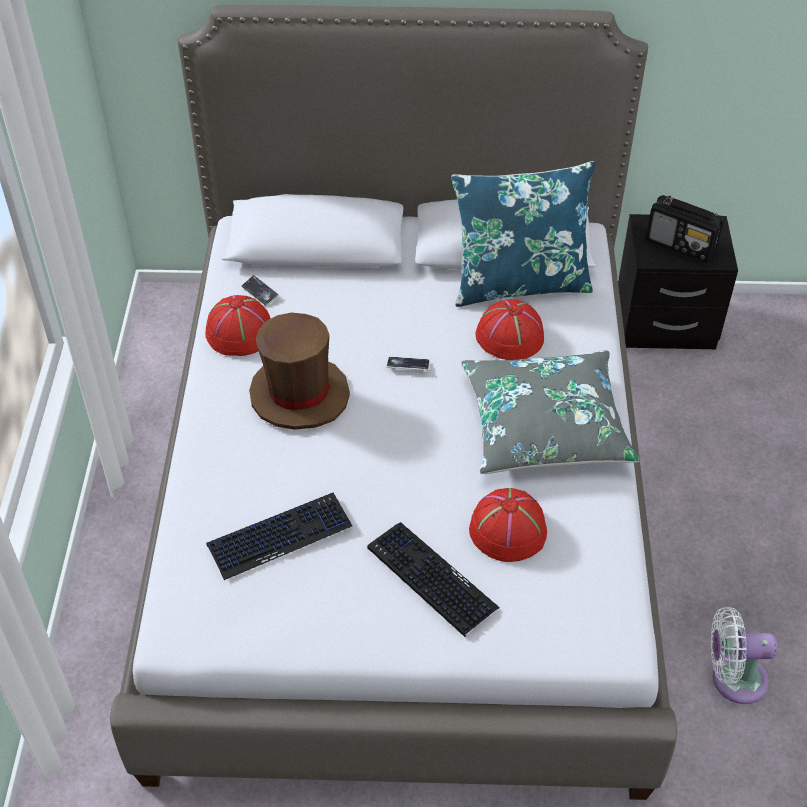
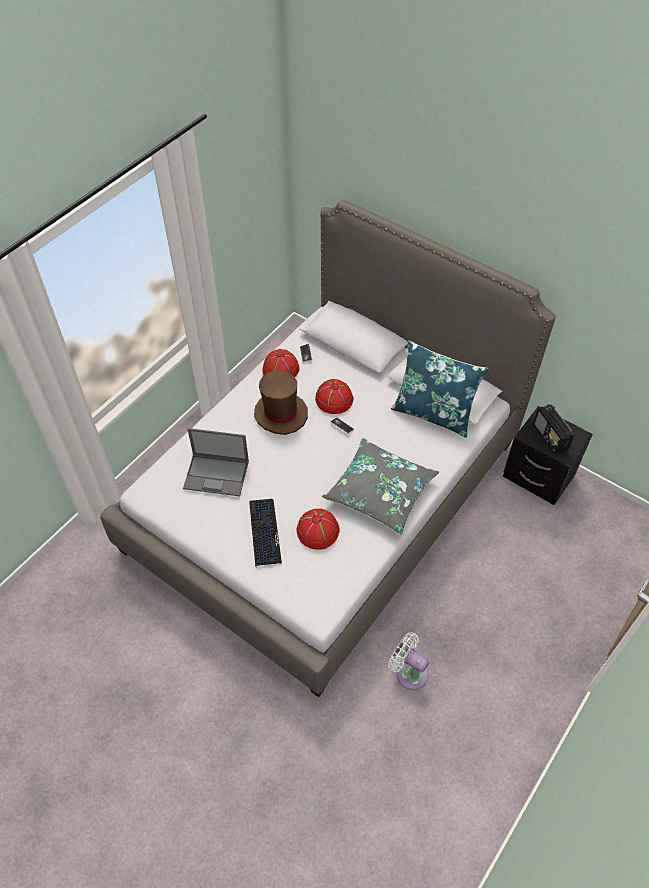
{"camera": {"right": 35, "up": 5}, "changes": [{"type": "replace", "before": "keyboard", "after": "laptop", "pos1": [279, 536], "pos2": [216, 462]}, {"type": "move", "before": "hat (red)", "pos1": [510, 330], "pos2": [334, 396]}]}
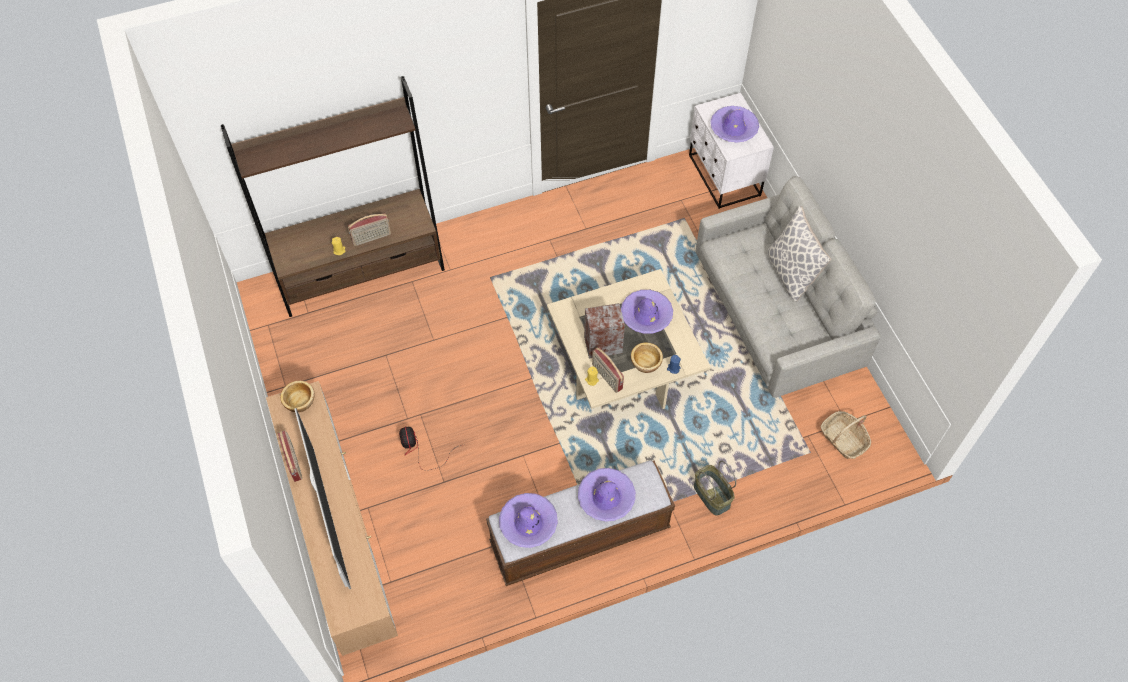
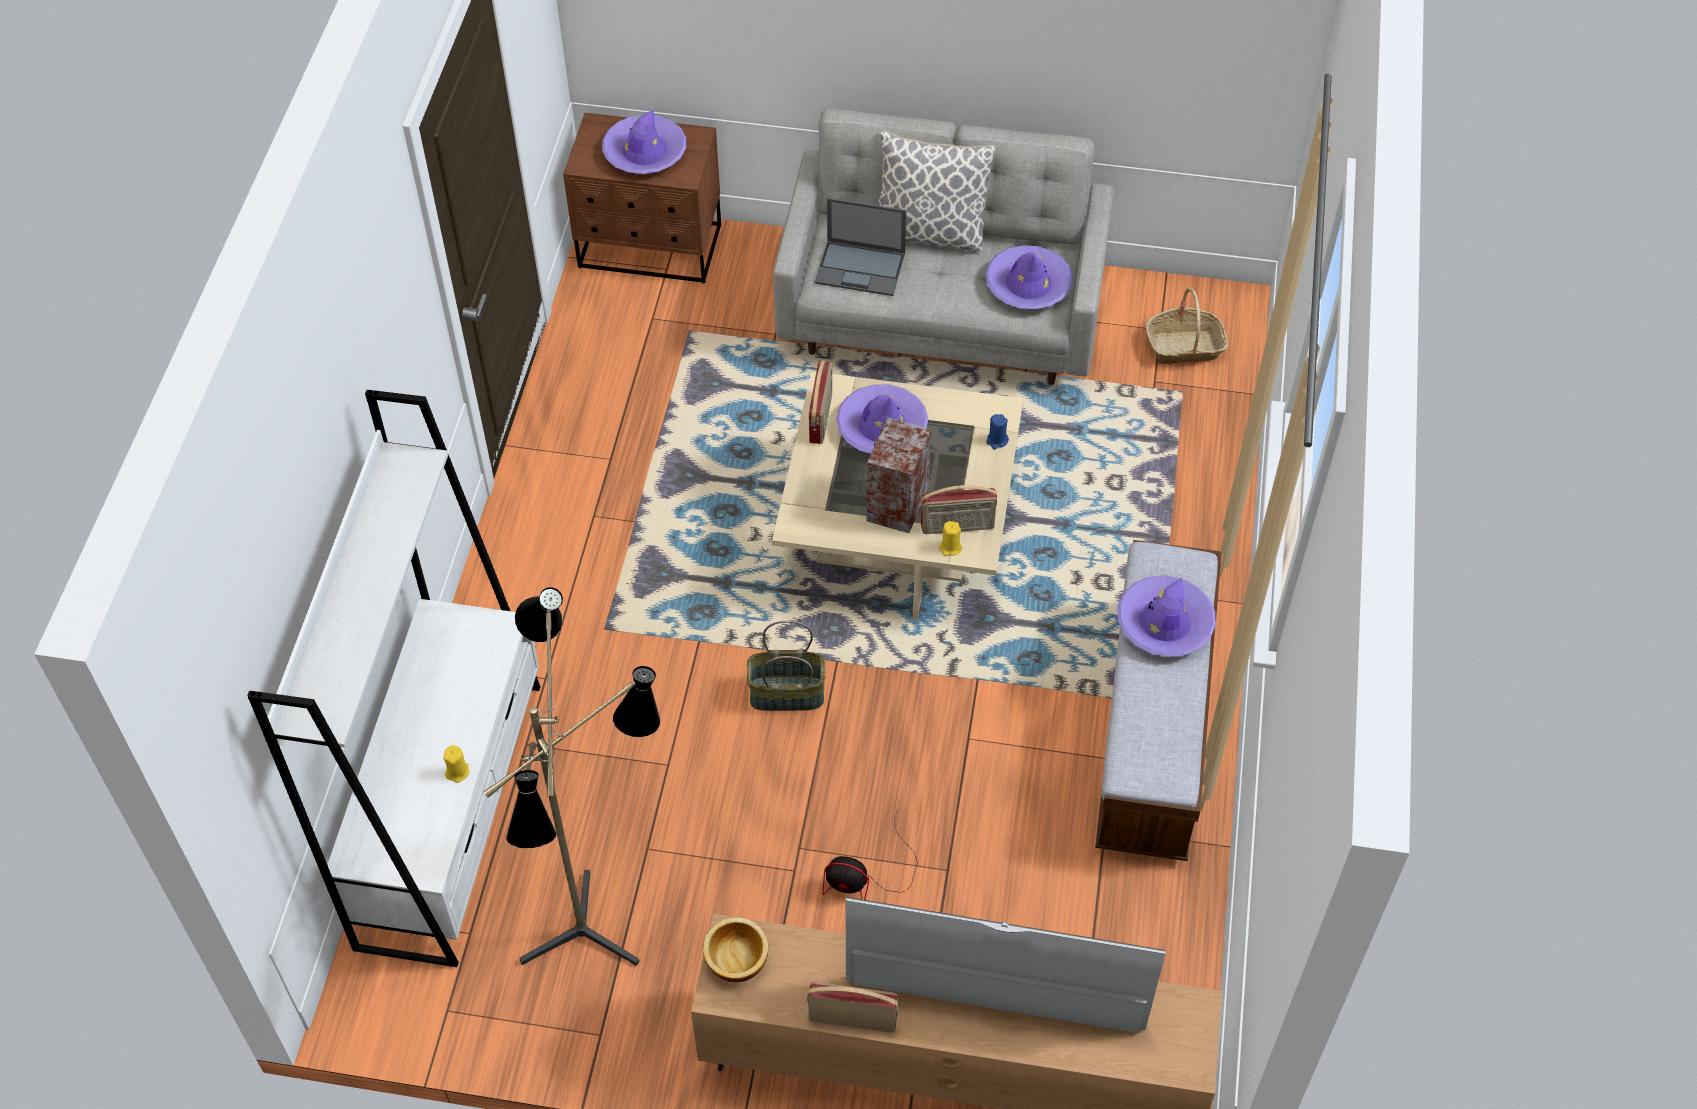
{"camera": {"right": -60, "up": -5}, "changes": [{"type": "recolor", "before": "bookcase (brown)", "after": "bookcase (white)", "pos1": [333, 196], "pos2": [394, 678]}, {"type": "insert", "after": "floor lamp", "pos2": [572, 776]}, {"type": "recolor", "before": "nightstand (white)", "after": "nightstand (brown)", "pos1": [731, 151], "pos2": [642, 198]}, {"type": "move", "before": "basket", "pos1": [715, 488], "pos2": [786, 665]}, {"type": "move", "before": "radio", "pos1": [369, 229], "pos2": [820, 402]}, {"type": "insert", "after": "laptop", "pos2": [860, 247]}, {"type": "move", "before": "hat (purple)", "pos1": [528, 520], "pos2": [1029, 277]}, {"type": "delete", "before": "bowl", "pos1": [647, 357]}]}
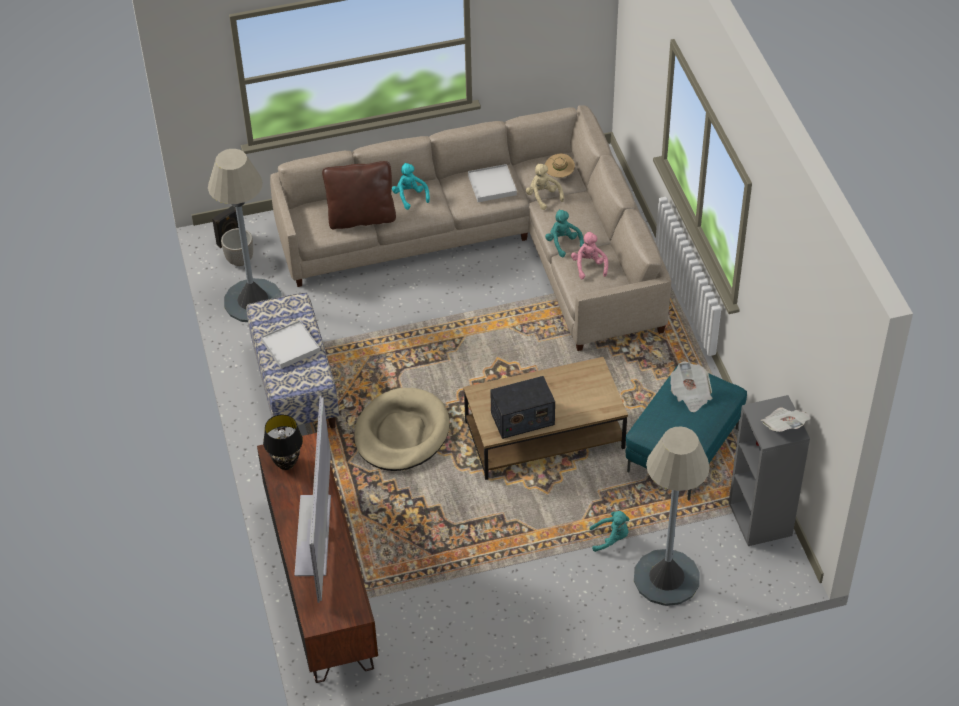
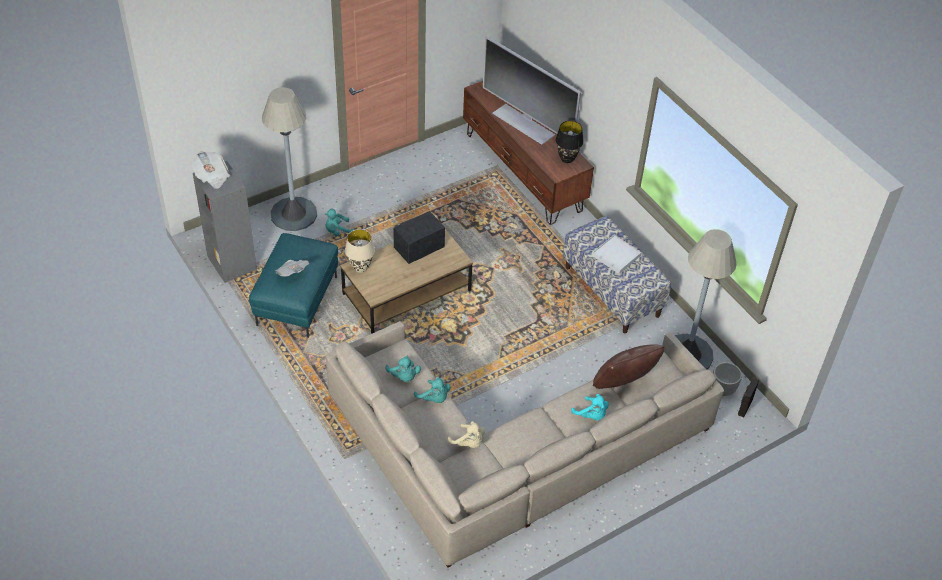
{"camera": {"right": 160, "up": 0}, "changes": [{"type": "insert", "after": "table lamp (beige)", "pos2": [360, 251]}, {"type": "recolor", "before": "plush toy (pink)", "after": "plush toy (turquoise)", "pos1": [589, 255], "pos2": [403, 369]}, {"type": "rotate", "before": "television", "pos1": [312, 499], "pos2": [532, 90], "turn": 150}, {"type": "delete", "before": "dog bed (beige)", "pos1": [401, 429]}, {"type": "delete", "before": "tray (white)", "pos1": [492, 183]}, {"type": "delete", "before": "hat (beige)", "pos1": [560, 166]}]}
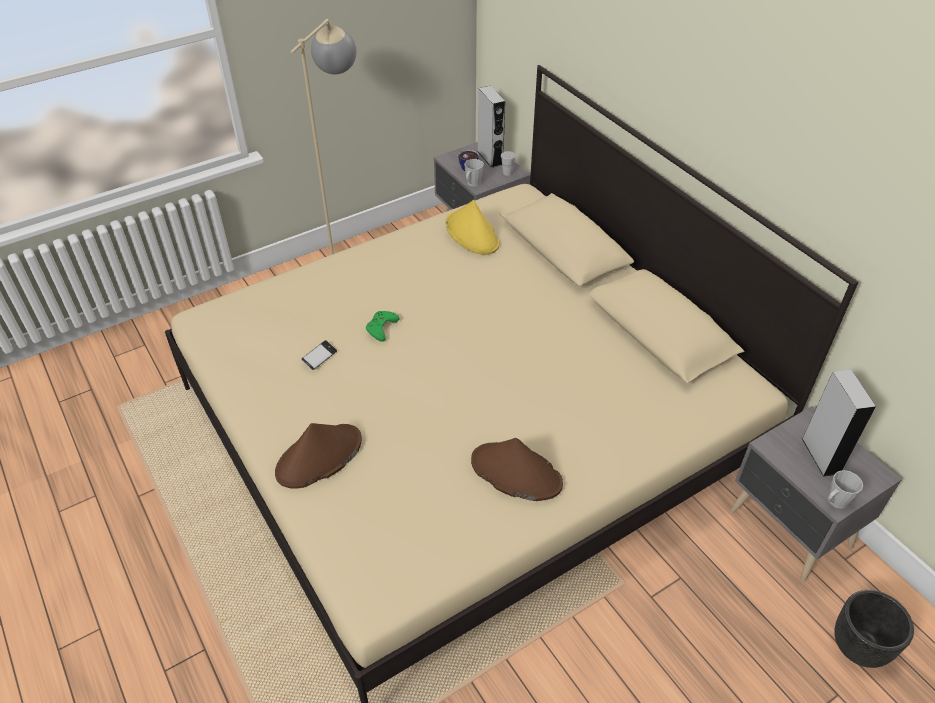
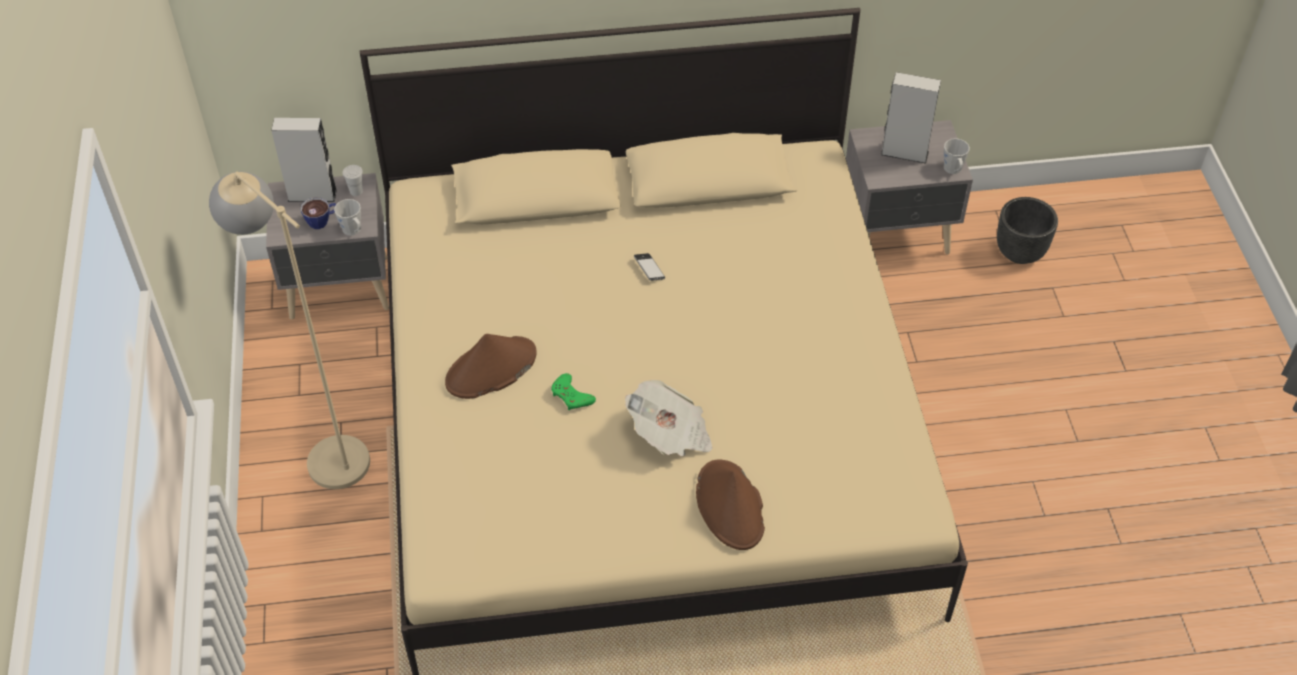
{"camera": {"right": -65, "up": 5}, "changes": [{"type": "move", "before": "hat (brown)", "pos1": [517, 469], "pos2": [491, 366]}, {"type": "insert", "after": "newspaper", "pos2": [669, 418]}, {"type": "move", "before": "phone", "pos1": [319, 355], "pos2": [649, 267]}, {"type": "delete", "before": "hat (yellow)", "pos1": [472, 227]}]}
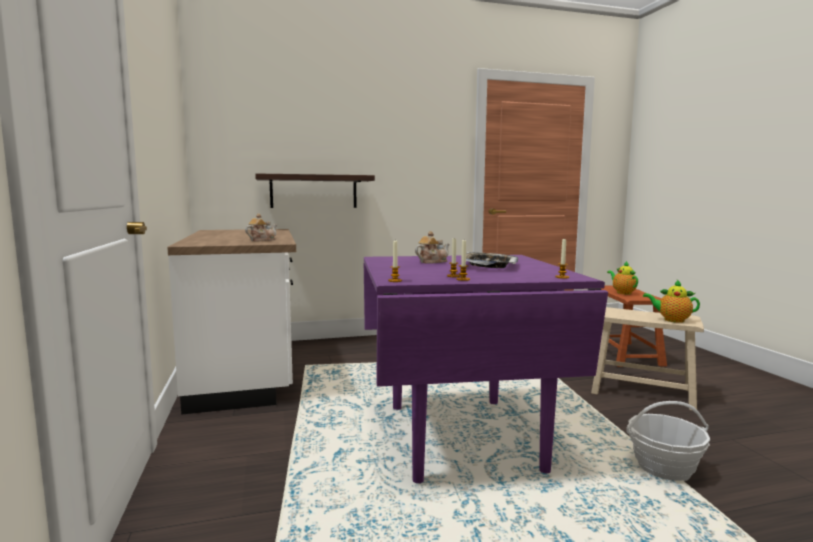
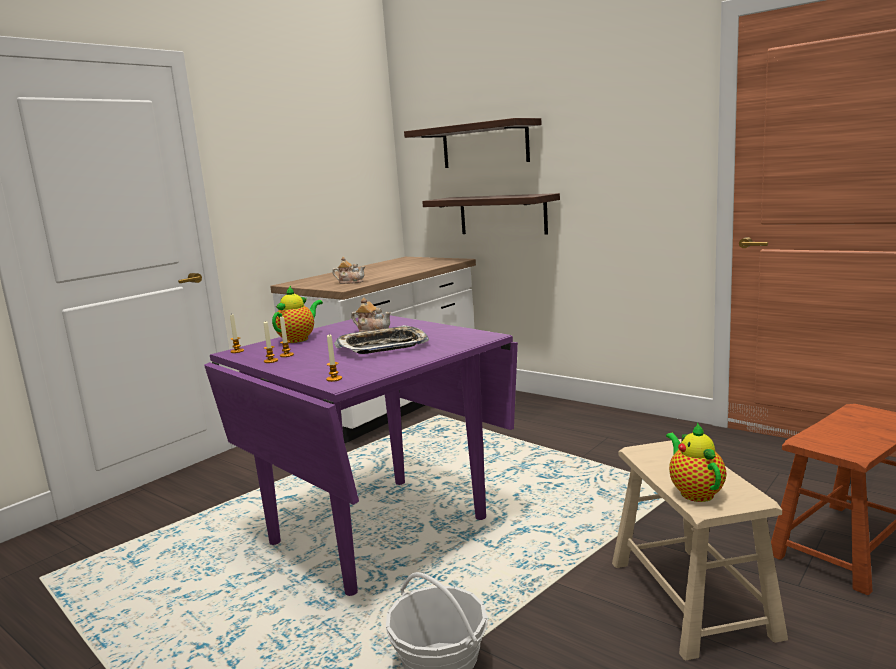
{"camera": {"right": 55, "up": 5}, "changes": [{"type": "move", "before": "teapot", "pos1": [622, 277], "pos2": [297, 314]}, {"type": "insert", "after": "shelf", "pos2": [473, 143]}]}
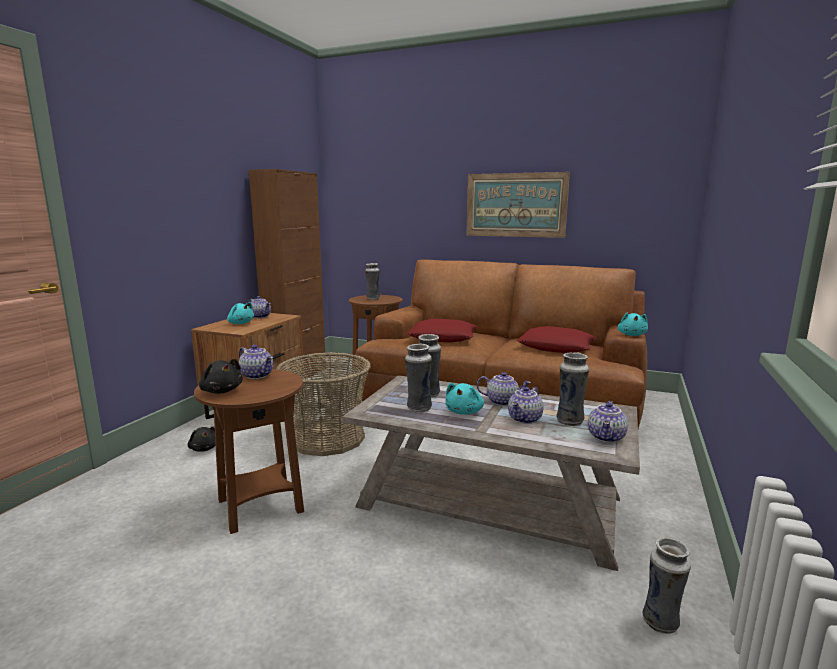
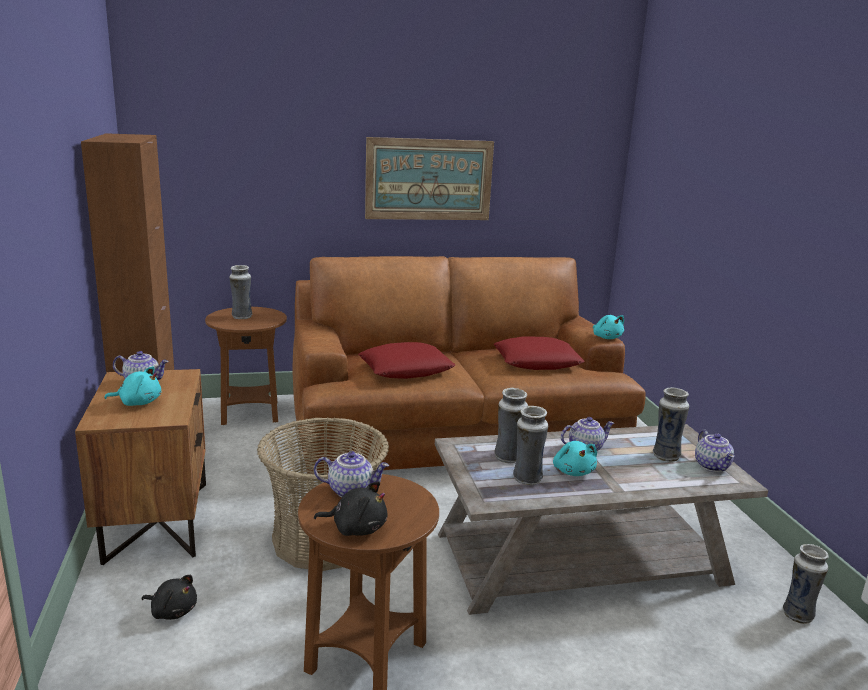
{"camera": {"right": -35, "up": 5}, "changes": [{"type": "delete", "before": "teapot", "pos1": [526, 405]}]}
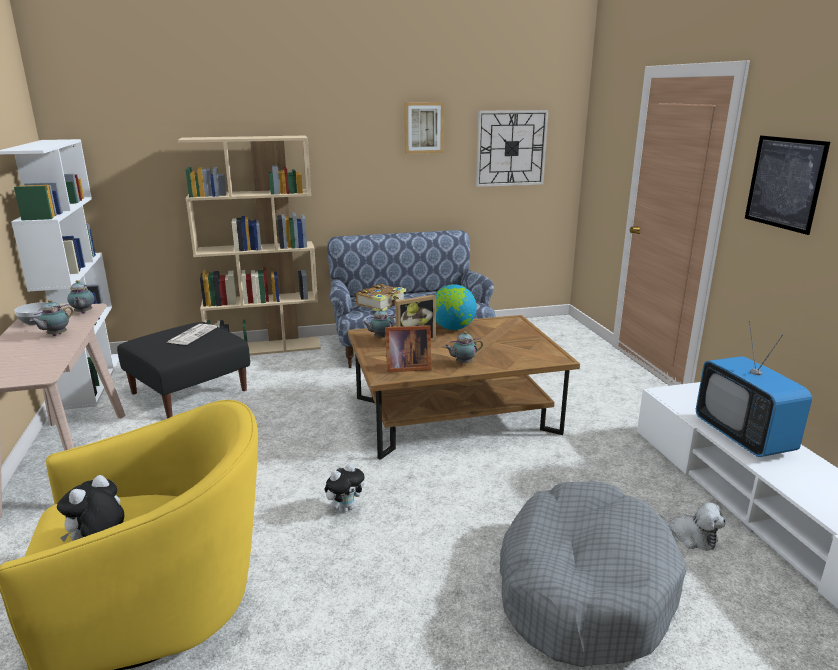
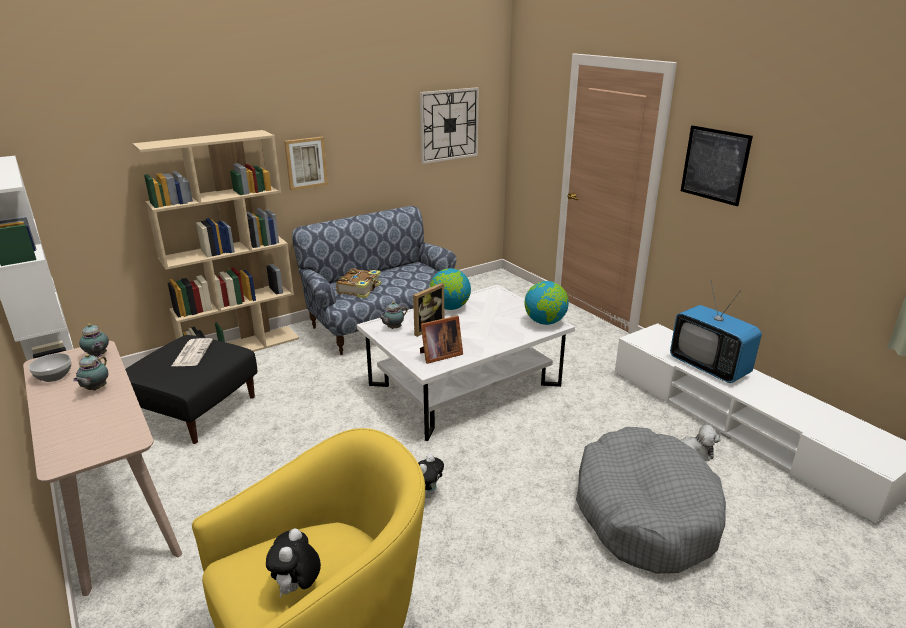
{"camera": {"right": -20, "up": 5}, "changes": [{"type": "move", "before": "picture", "pos1": [424, 128], "pos2": [306, 163]}, {"type": "recolor", "before": "coffee table (brown)", "after": "coffee table (white)", "pos1": [464, 387], "pos2": [466, 363]}, {"type": "insert", "after": "globe", "pos2": [547, 303]}, {"type": "delete", "before": "teapot", "pos1": [463, 347]}]}
